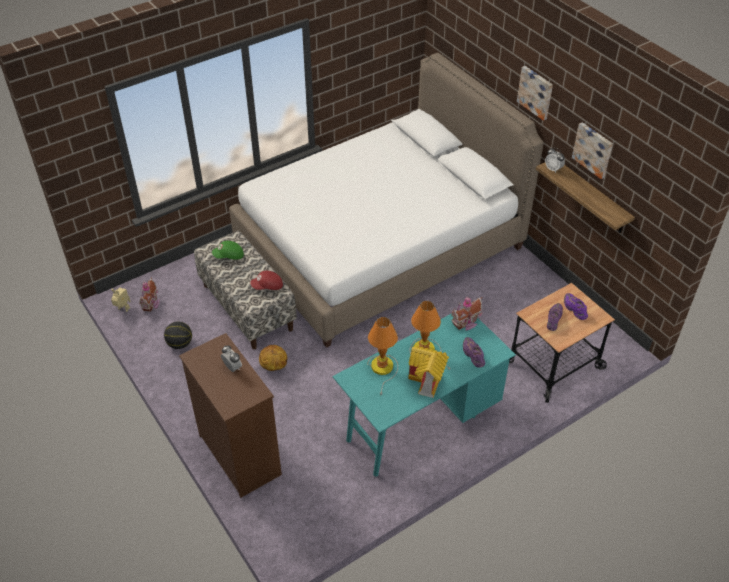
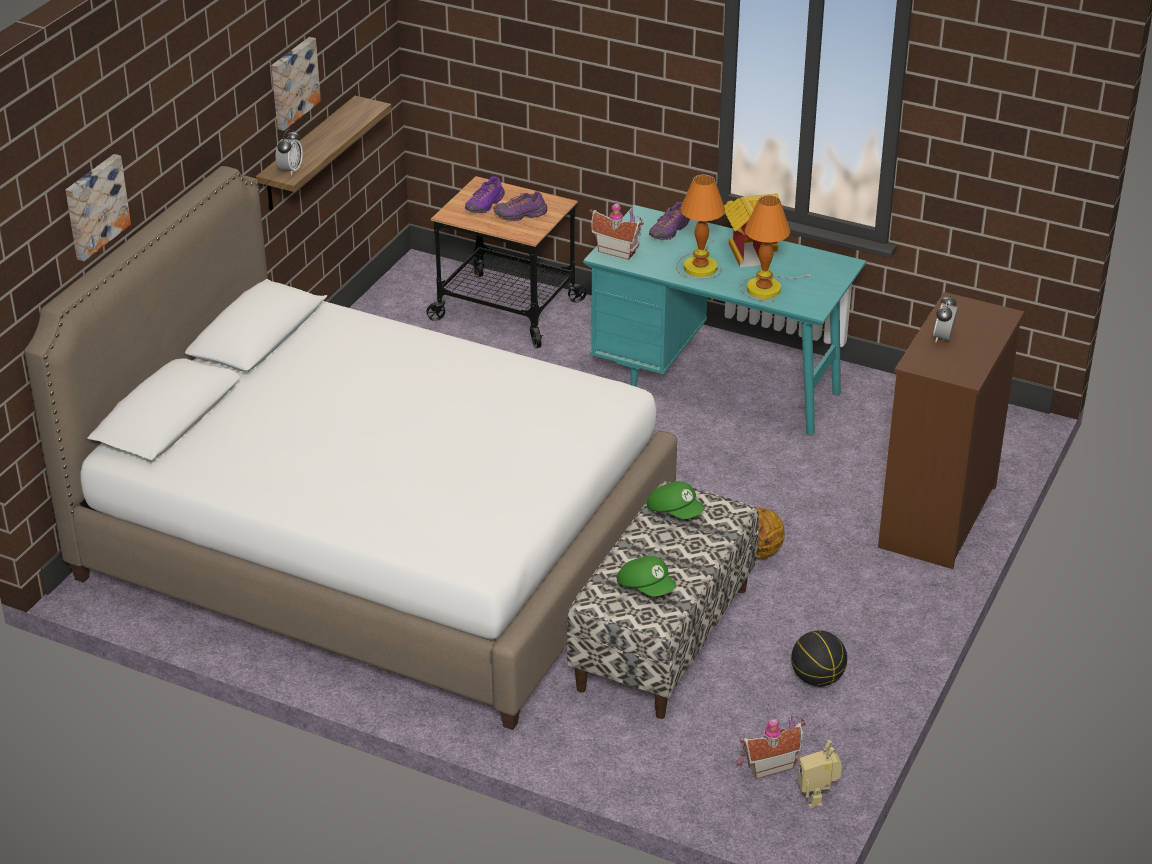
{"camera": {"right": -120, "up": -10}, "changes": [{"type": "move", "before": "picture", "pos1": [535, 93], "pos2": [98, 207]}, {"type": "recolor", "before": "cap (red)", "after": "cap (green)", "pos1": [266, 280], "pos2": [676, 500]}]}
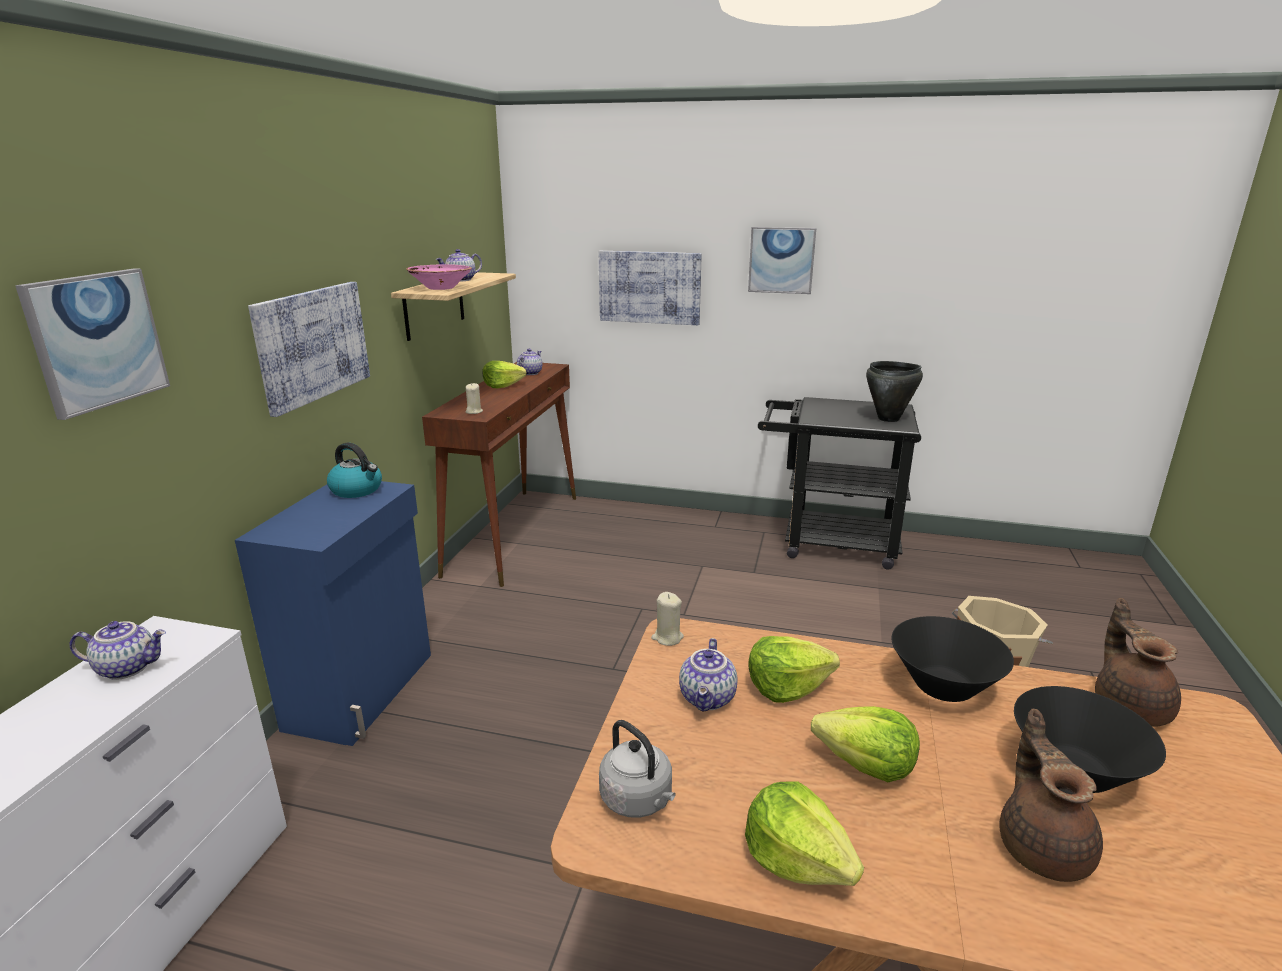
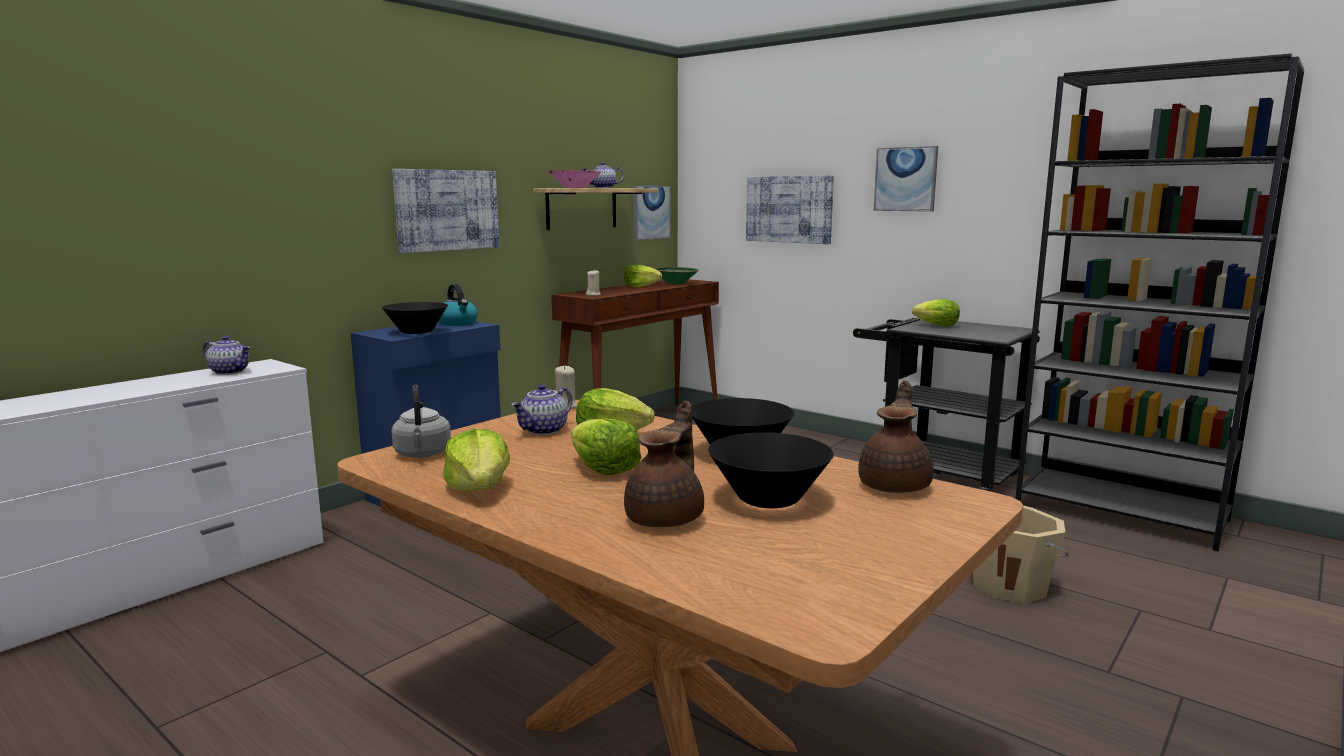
{"camera": {"right": 25, "up": -10}, "changes": [{"type": "insert", "after": "bowl (black)", "pos2": [415, 318]}, {"type": "move", "before": "picture", "pos1": [92, 344], "pos2": [652, 212]}, {"type": "replace", "before": "teapot", "after": "bowl (green)", "pos1": [529, 362], "pos2": [676, 275]}, {"type": "insert", "after": "lettuce", "pos2": [936, 313]}, {"type": "insert", "after": "bookcase (black)", "pos2": [1159, 302]}, {"type": "delete", "before": "cooking pot (black)", "pos1": [894, 391]}]}
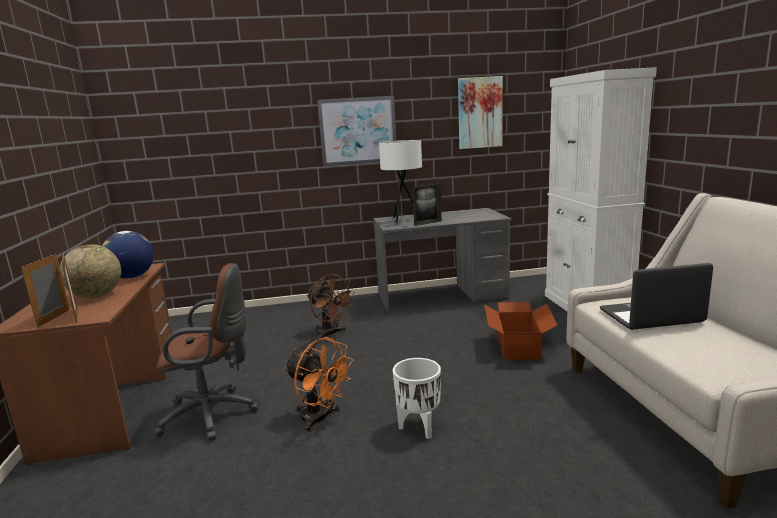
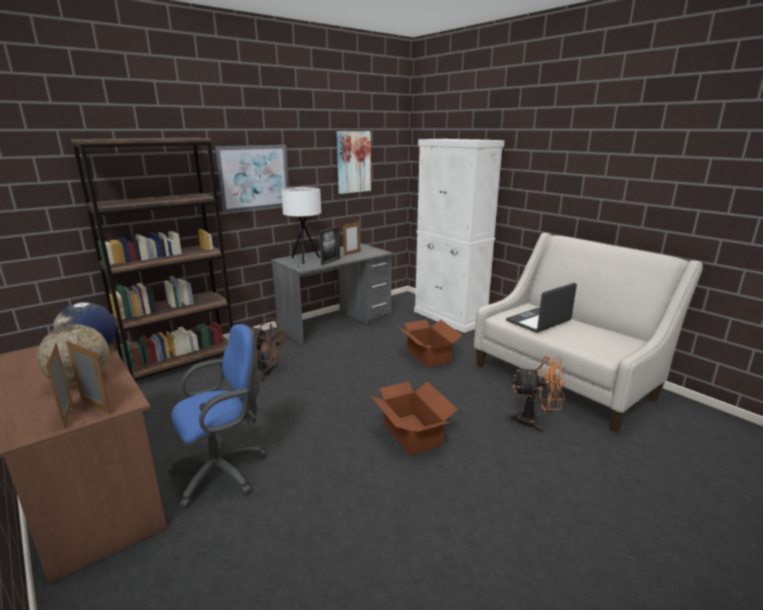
{"camera": {"right": -30, "up": 5}, "changes": [{"type": "insert", "after": "bookcase (brown)", "pos2": [152, 259]}, {"type": "recolor", "before": "office chair (brown)", "after": "office chair (blue)", "pos1": [206, 352], "pos2": [217, 416]}, {"type": "insert", "after": "picture frame", "pos2": [351, 239]}, {"type": "replace", "before": "planter (white)", "after": "cardboard box", "pos1": [417, 398], "pos2": [414, 418]}, {"type": "move", "before": "fan (orange)", "pos1": [318, 384], "pos2": [536, 394]}]}
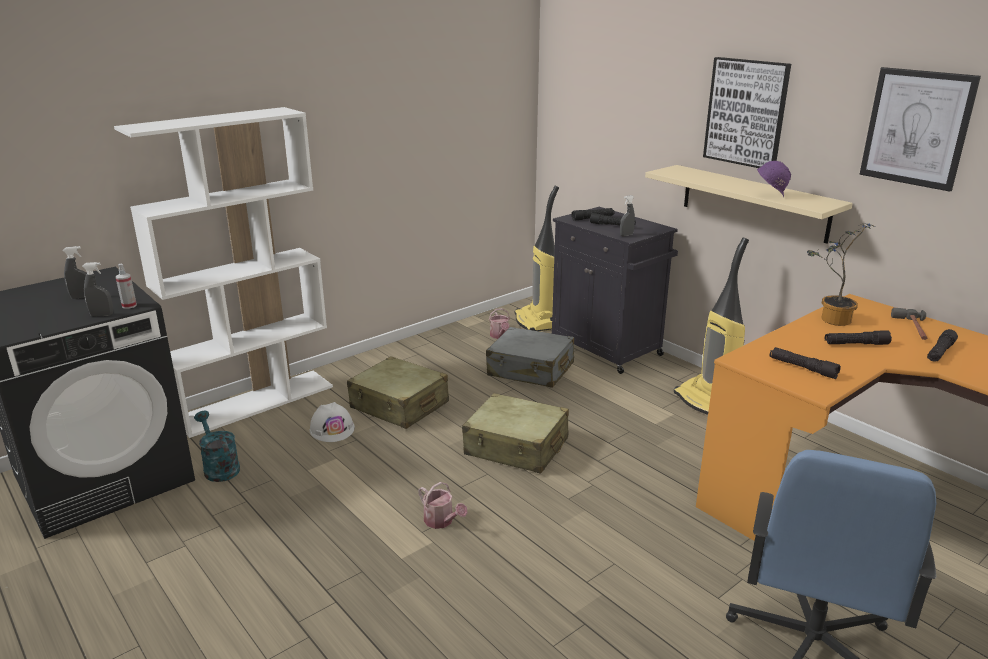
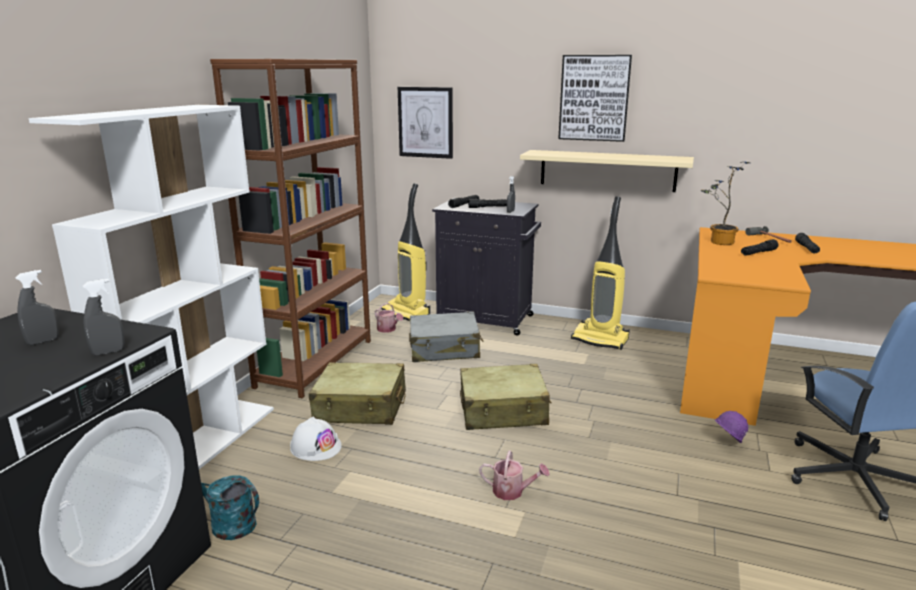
{"camera": {"right": -30, "up": -5}, "changes": [{"type": "insert", "after": "bookcase (brown)", "pos2": [290, 228]}, {"type": "move", "before": "picture", "pos1": [920, 129], "pos2": [425, 123]}, {"type": "move", "before": "hard hat (purple)", "pos1": [774, 179], "pos2": [731, 427]}, {"type": "delete", "before": "spray bottle", "pos1": [126, 286]}, {"type": "delete", "before": "flashlight (black)", "pos1": [805, 363]}]}
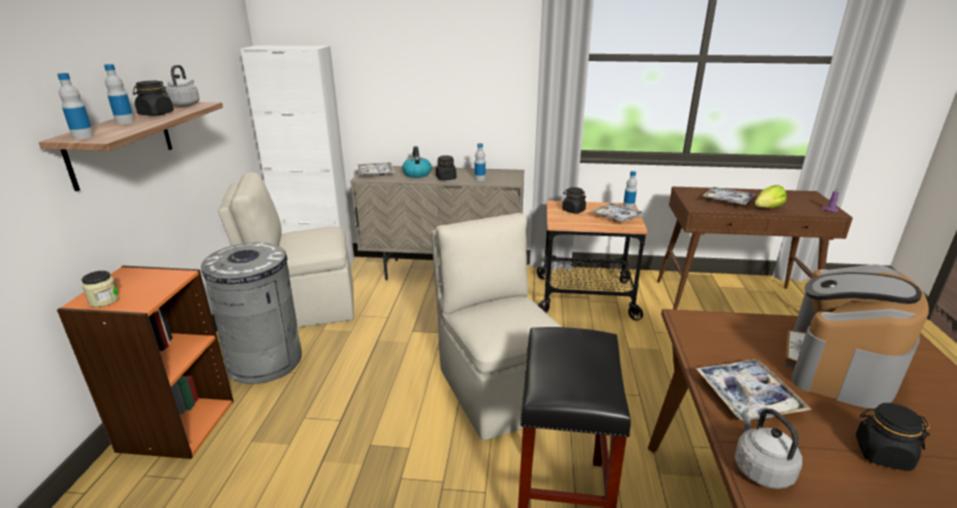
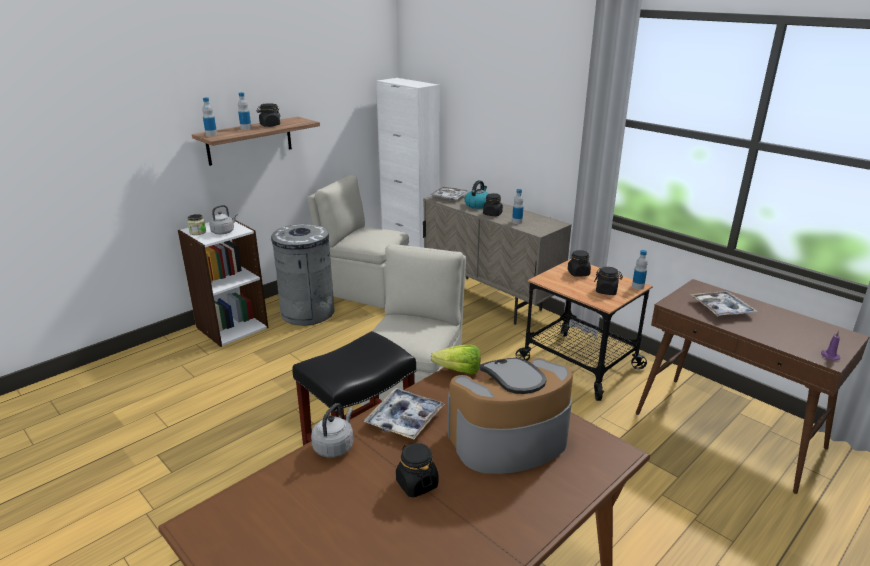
{"camera": {"right": 40, "up": 0}, "changes": [{"type": "recolor", "before": "bookcase (orange)", "after": "bookcase (white)", "pos1": [145, 362], "pos2": [223, 283]}, {"type": "move", "before": "kettle (grey)", "pos1": [181, 86], "pos2": [223, 219]}, {"type": "move", "before": "lettuce", "pos1": [771, 196], "pos2": [456, 360]}, {"type": "replace", "before": "tray", "after": "jar (black)", "pos1": [618, 213], "pos2": [608, 281]}]}
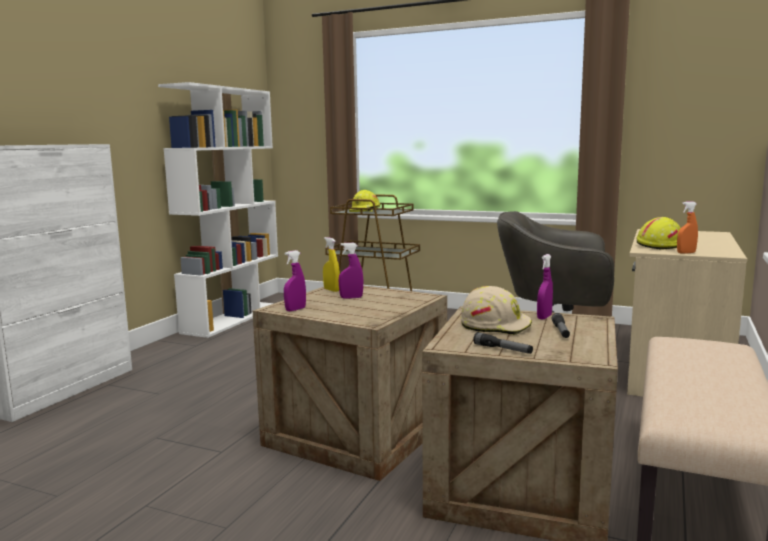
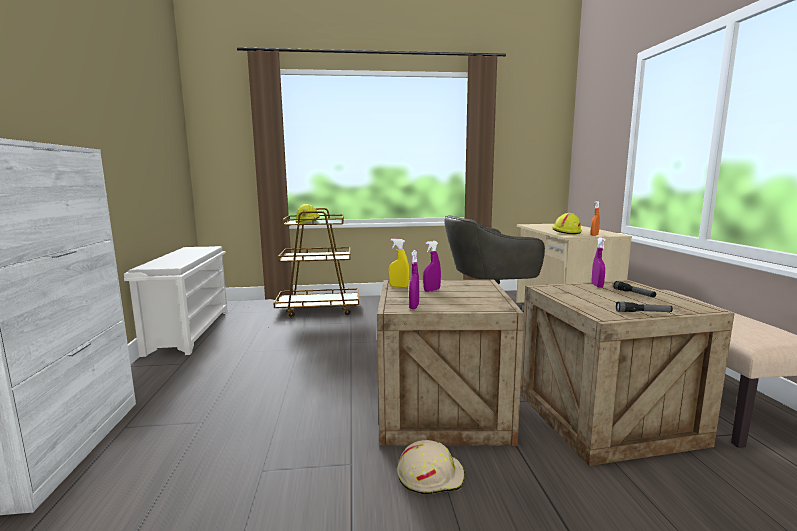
{"camera": {"right": -30, "up": 0}, "changes": [{"type": "replace", "before": "bookcase (white)", "after": "shoe rack (white)", "pos1": [218, 210], "pos2": [176, 301]}, {"type": "move", "before": "hard hat (beige)", "pos1": [496, 310], "pos2": [431, 467]}]}
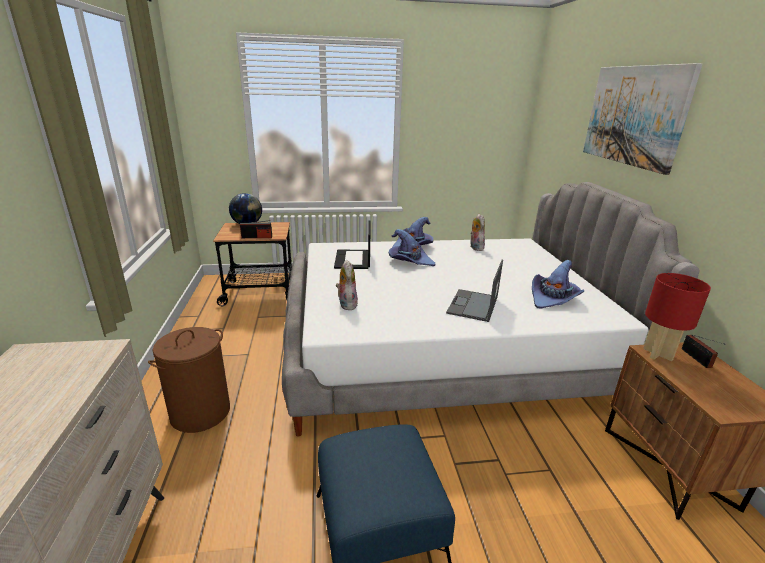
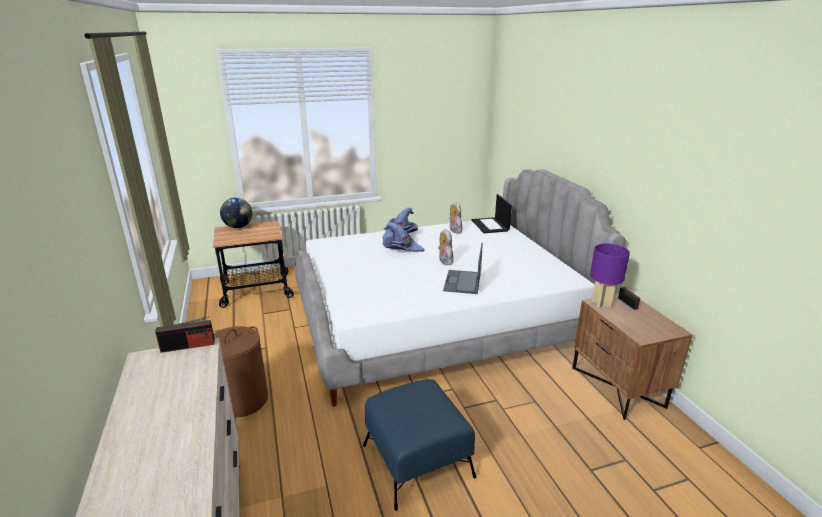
{"camera": {"right": -10, "up": 0}, "changes": [{"type": "move", "before": "radio", "pos1": [256, 229], "pos2": [185, 334]}, {"type": "move", "before": "plush toy", "pos1": [347, 285], "pos2": [446, 246]}, {"type": "move", "before": "laptop", "pos1": [352, 244], "pos2": [492, 213]}, {"type": "recolor", "before": "table lamp (red)", "after": "table lamp (purple)", "pos1": [677, 317], "pos2": [610, 276]}, {"type": "delete", "before": "hat (purple)", "pos1": [558, 284]}, {"type": "delete", "before": "picture", "pos1": [643, 119]}]}
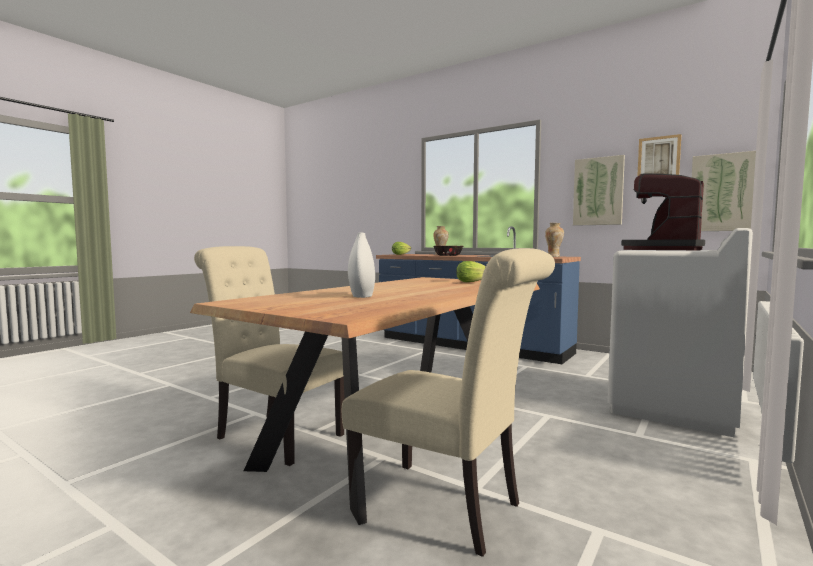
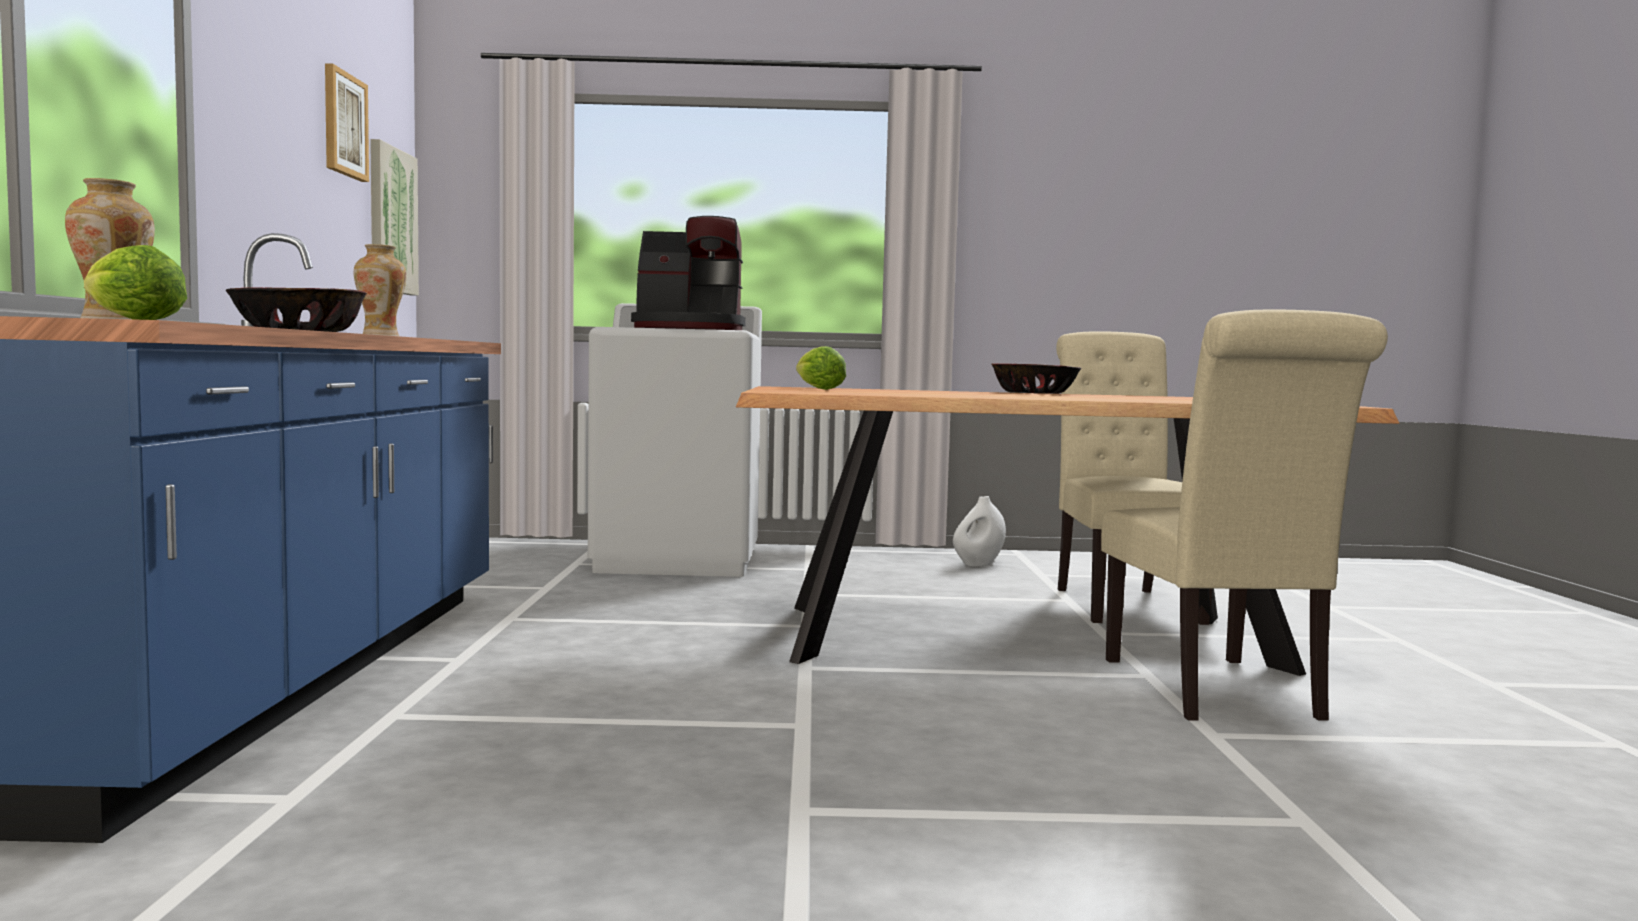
{"camera": {"right": -125, "up": 0}, "changes": [{"type": "move", "before": "vase (white)", "pos1": [361, 265], "pos2": [979, 531]}, {"type": "insert", "after": "bowl", "pos2": [1037, 378]}, {"type": "delete", "before": "picture", "pos1": [599, 190]}]}
